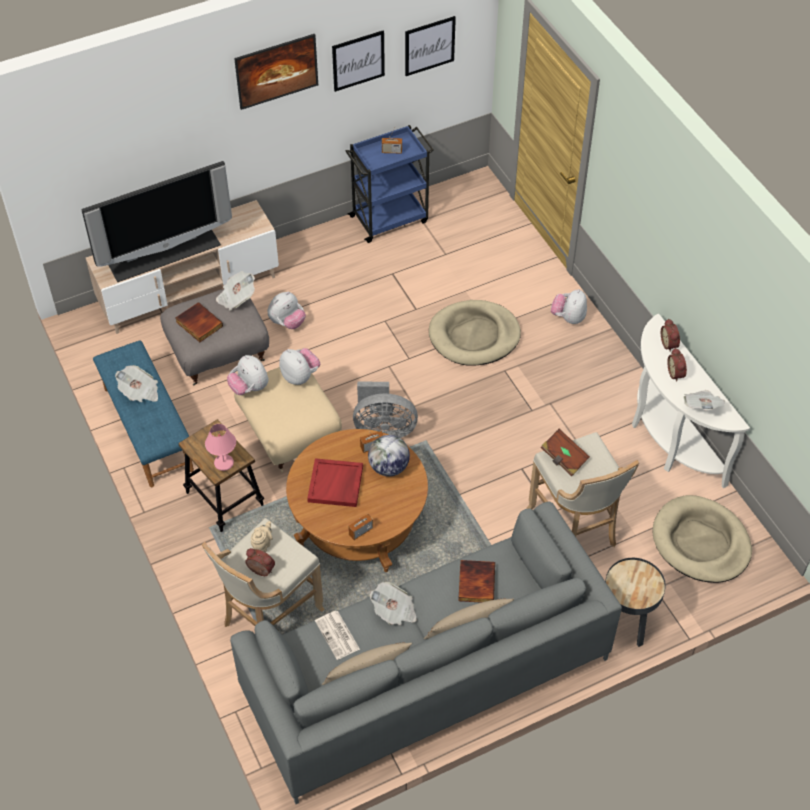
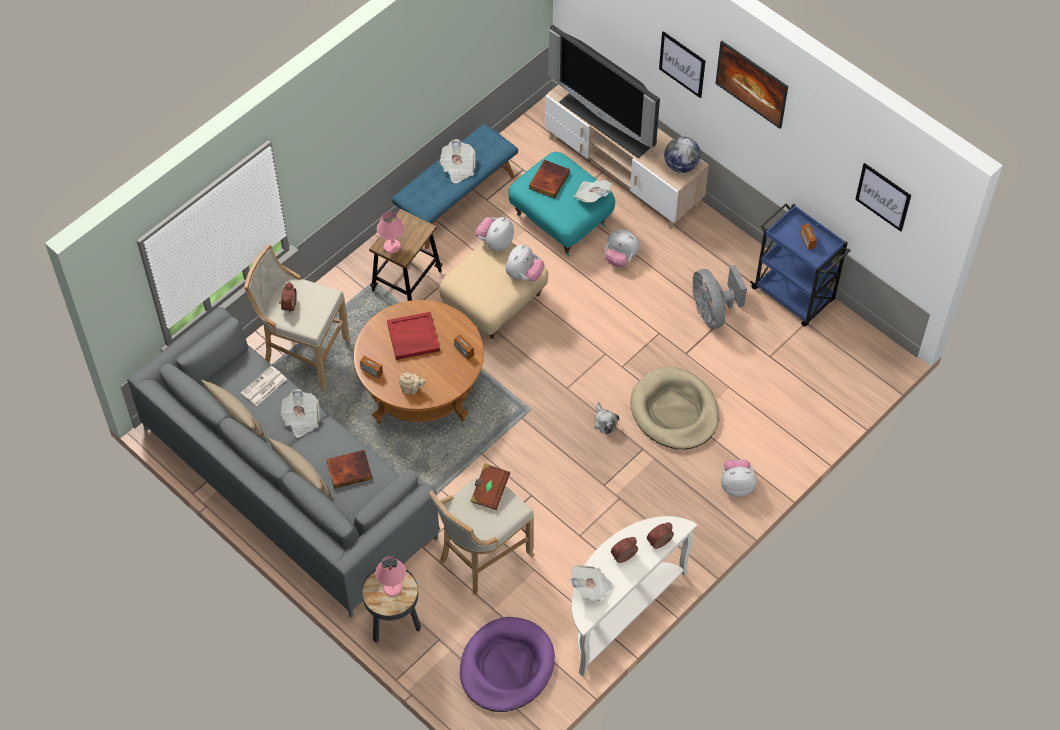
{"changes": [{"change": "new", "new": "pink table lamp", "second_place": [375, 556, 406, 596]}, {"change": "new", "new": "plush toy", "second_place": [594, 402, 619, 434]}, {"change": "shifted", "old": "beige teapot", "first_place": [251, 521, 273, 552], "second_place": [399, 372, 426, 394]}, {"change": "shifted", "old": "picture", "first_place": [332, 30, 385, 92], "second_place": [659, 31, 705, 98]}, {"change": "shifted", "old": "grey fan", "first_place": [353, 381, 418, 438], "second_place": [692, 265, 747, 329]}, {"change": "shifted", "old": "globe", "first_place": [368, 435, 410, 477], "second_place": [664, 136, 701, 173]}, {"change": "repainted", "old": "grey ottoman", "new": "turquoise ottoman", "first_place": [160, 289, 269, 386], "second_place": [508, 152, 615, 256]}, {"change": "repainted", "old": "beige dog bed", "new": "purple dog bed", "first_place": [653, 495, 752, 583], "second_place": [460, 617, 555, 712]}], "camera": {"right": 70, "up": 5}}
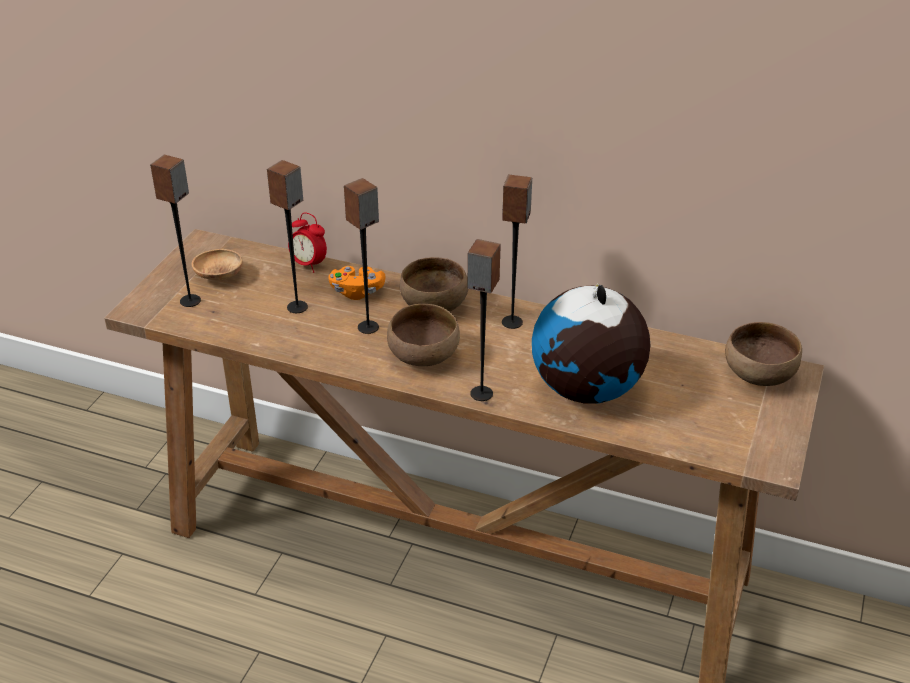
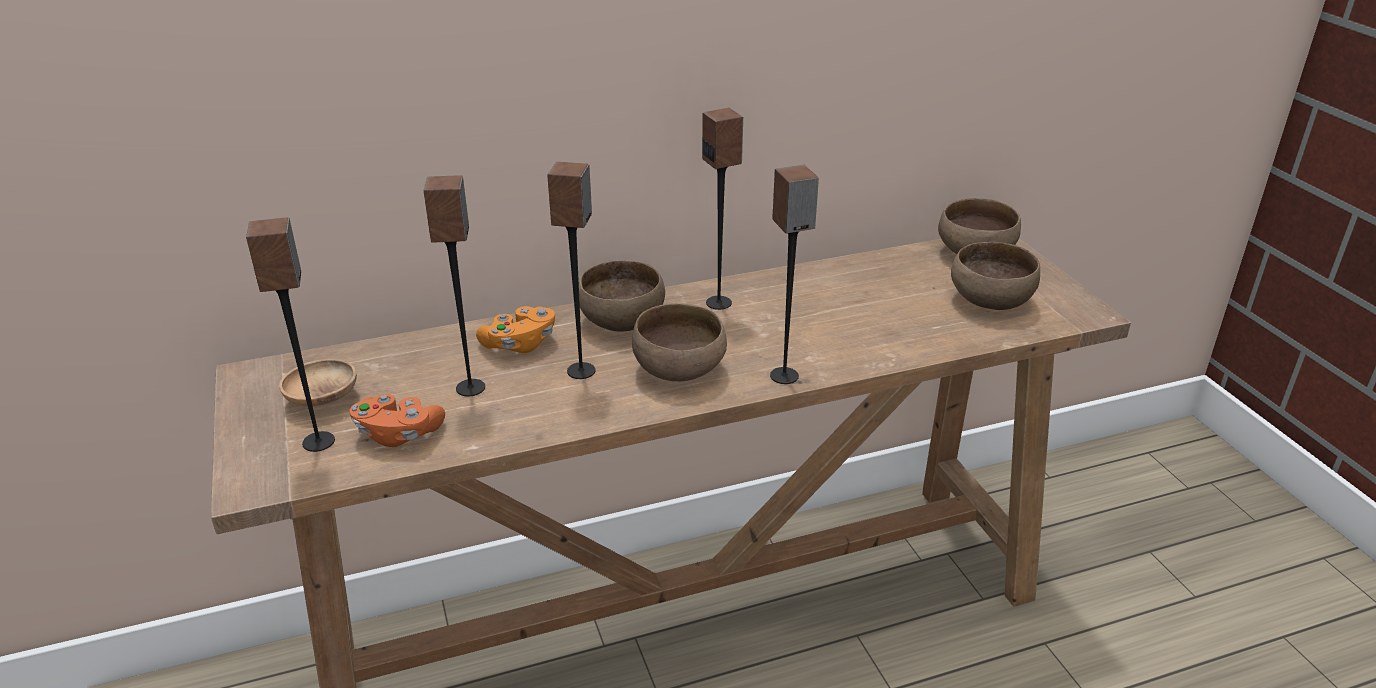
{"changes": [{"change": "gone", "old": "alarm clock", "first_place": [288, 213, 327, 273]}, {"change": "gone", "old": "globe", "first_place": [532, 283, 651, 404]}, {"change": "new", "new": "orange game controller", "second_place": [349, 394, 445, 447]}, {"change": "new", "new": "brown bowl", "second_place": [951, 242, 1040, 310]}], "camera": {"right": -40, "up": -5}}
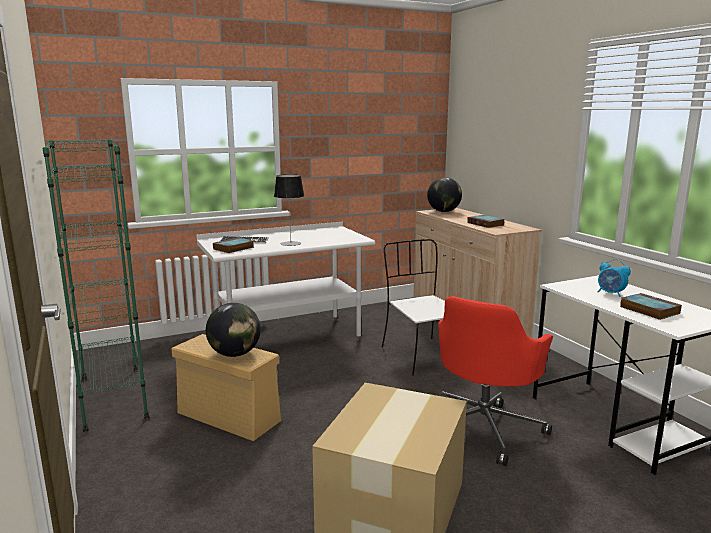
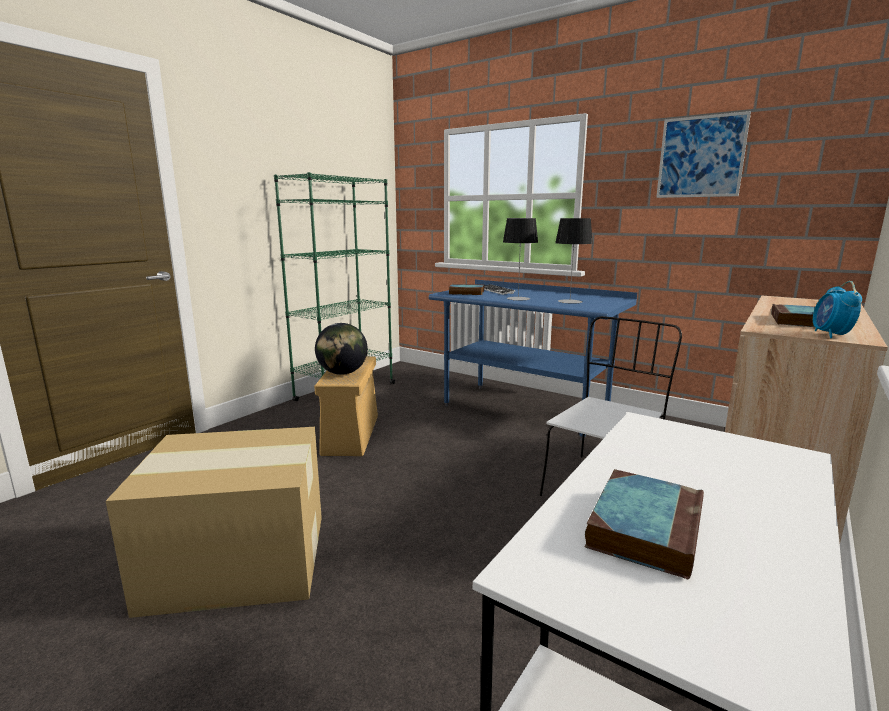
{"changes": [{"change": "gone", "old": "globe", "first_place": [427, 177, 462, 212]}, {"change": "gone", "old": "red office chair", "first_place": [438, 296, 553, 466]}, {"change": "new", "new": "table lamp", "second_place": [555, 218, 593, 304]}, {"change": "new", "new": "picture", "second_place": [656, 111, 751, 198]}, {"change": "shifted", "old": "alarm clock", "first_place": [598, 259, 631, 297], "second_place": [813, 281, 862, 338]}, {"change": "repainted", "old": "white desk", "new": "blue desk", "first_place": [196, 222, 375, 339], "second_place": [429, 280, 637, 440]}], "camera": {"right": 60, "up": 0}}
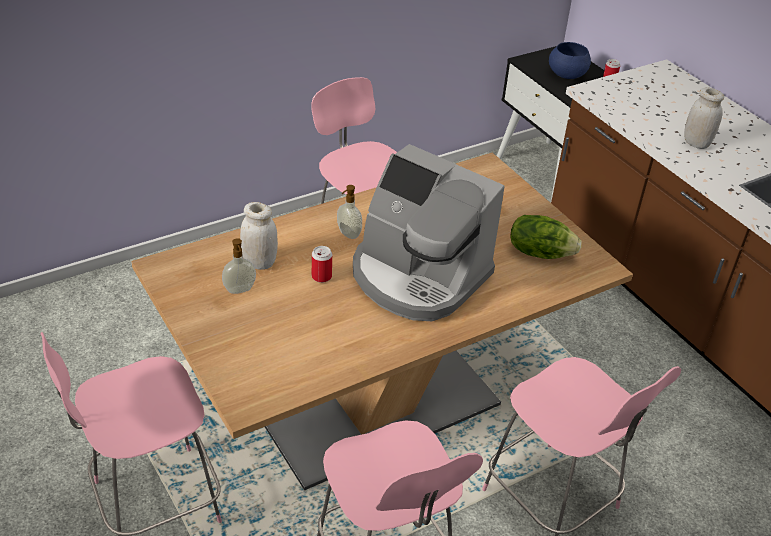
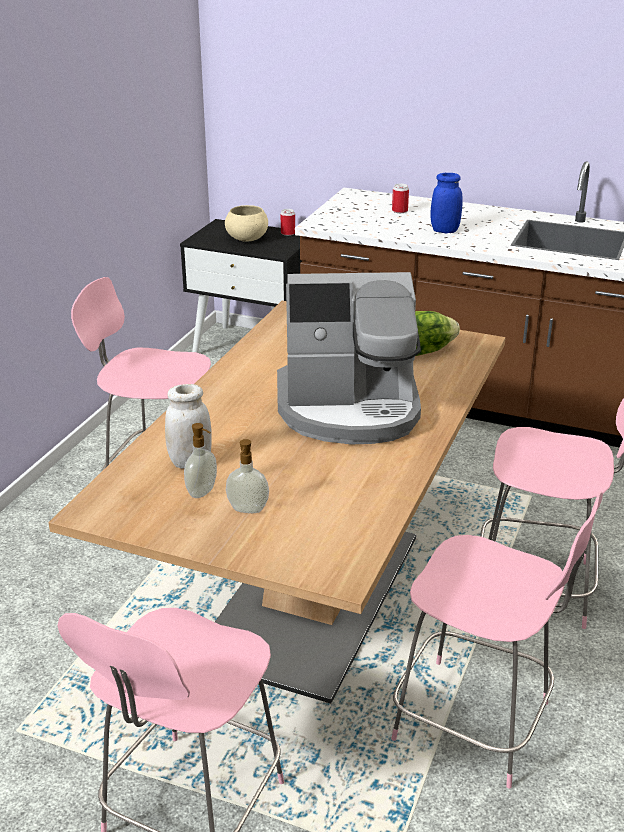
{"changes": [{"change": "shifted", "old": "can", "first_place": [312, 246, 332, 283], "second_place": [392, 184, 409, 213]}, {"change": "shifted", "old": "soap dispenser", "first_place": [337, 185, 362, 239], "second_place": [226, 439, 269, 513]}, {"change": "repainted", "old": "blue bowl", "new": "beige bowl", "first_place": [549, 42, 591, 79], "second_place": [225, 205, 268, 242]}, {"change": "repainted", "old": "white jar", "new": "blue jar", "first_place": [684, 87, 724, 149], "second_place": [431, 173, 463, 233]}], "camera": {"right": -35, "up": -10}}
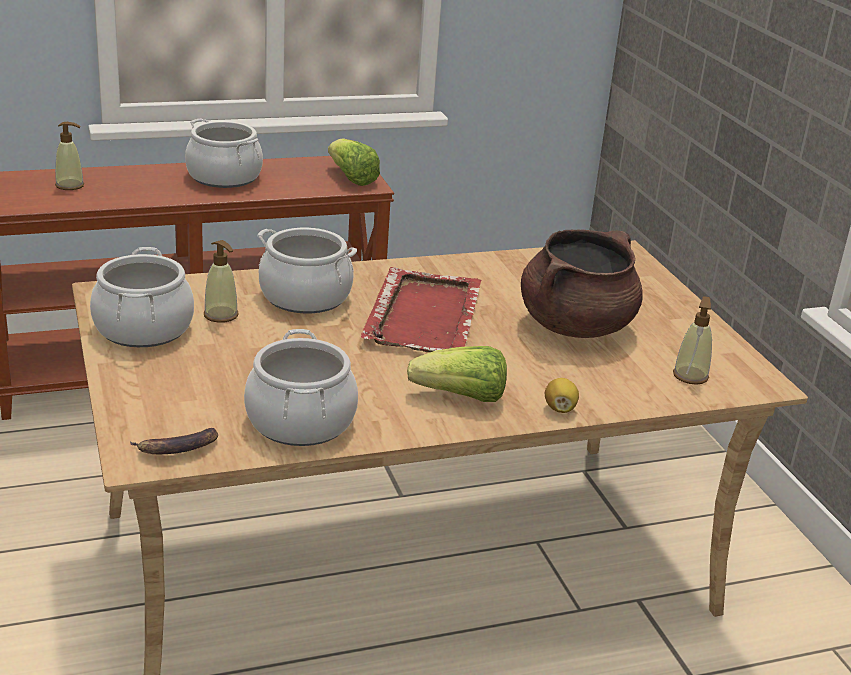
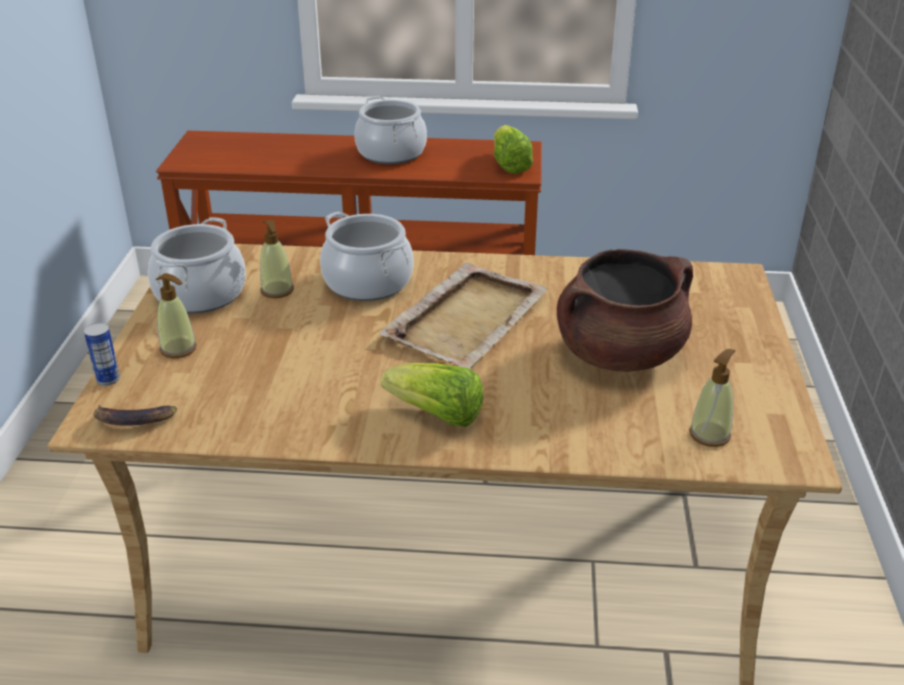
{"changes": [{"change": "gone", "old": "cooking pot", "first_place": [244, 329, 358, 446]}, {"change": "gone", "old": "lemon", "first_place": [545, 378, 579, 413]}, {"change": "new", "new": "can", "second_place": [84, 323, 120, 386]}, {"change": "shifted", "old": "soap dispenser", "first_place": [55, 122, 84, 190], "second_place": [156, 273, 197, 358]}, {"change": "repainted", "old": "red tray", "new": "beige tray", "first_place": [361, 267, 481, 352], "second_place": [379, 263, 548, 369]}], "camera": {"right": 25, "up": 5}}
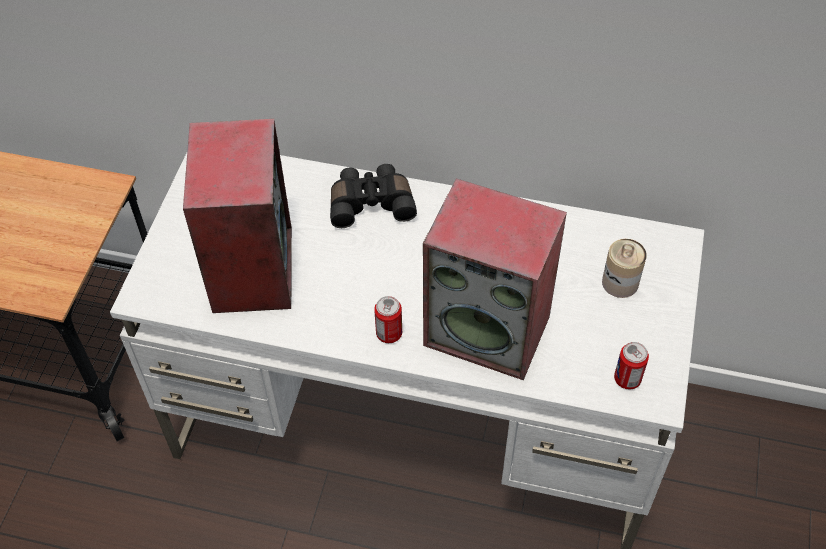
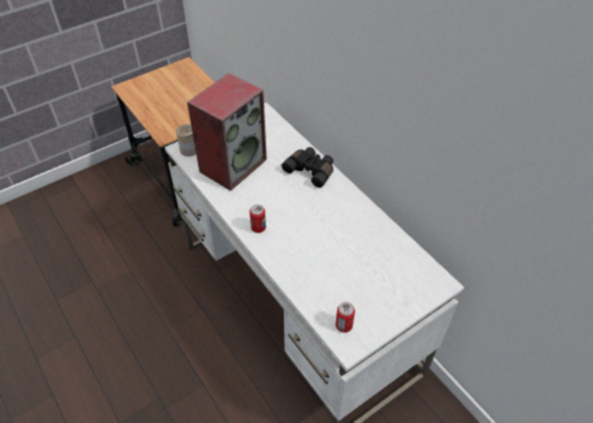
{"changes": [{"change": "gone", "old": "speaker", "first_place": [423, 178, 567, 380]}, {"change": "shifted", "old": "can", "first_place": [602, 239, 647, 298], "second_place": [176, 124, 196, 156]}], "camera": {"right": 40, "up": -5}}
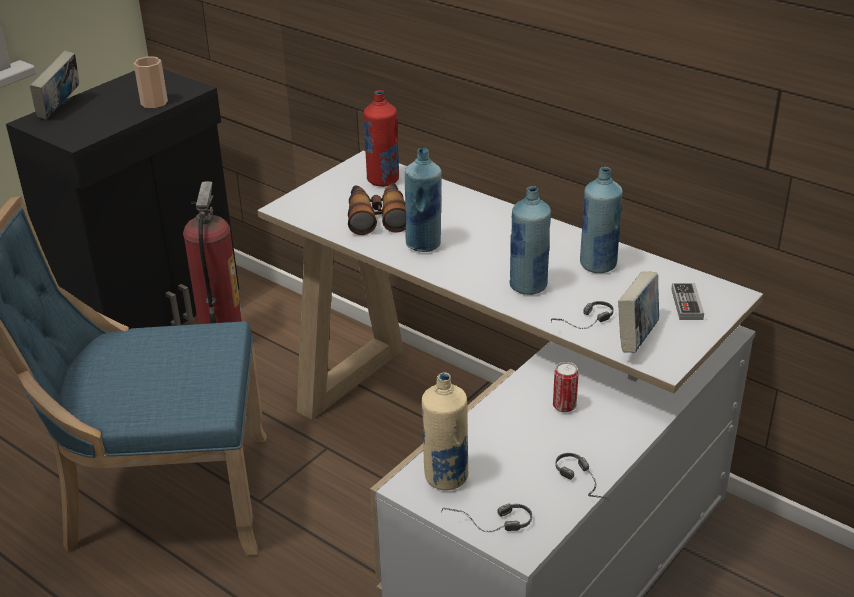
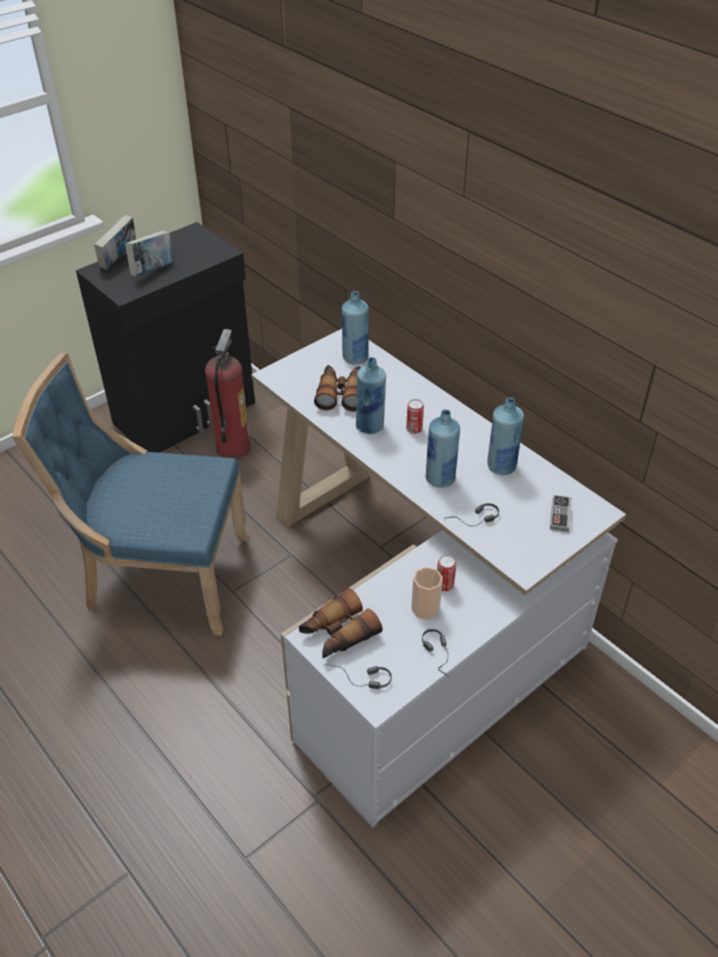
{"changes": [{"change": "new", "new": "can", "second_place": [406, 399, 424, 434]}, {"change": "shifted", "old": "cup", "first_place": [134, 56, 168, 108], "second_place": [411, 567, 443, 620]}, {"change": "shifted", "old": "book", "first_place": [618, 271, 659, 353], "second_place": [125, 231, 173, 276]}, {"change": "swapped", "old": "beige bottle", "new": "binoculars", "first_place": [422, 372, 468, 491], "second_place": [299, 588, 383, 658]}, {"change": "repainted", "old": "red bottle", "new": "blue bottle", "first_place": [364, 90, 399, 187], "second_place": [342, 291, 369, 365]}], "camera": {"right": 10, "up": 10}}
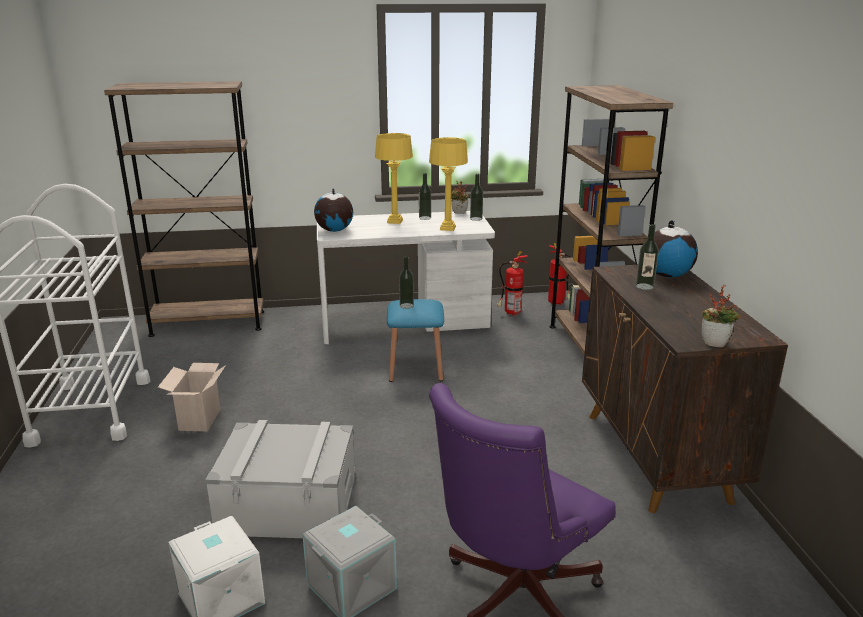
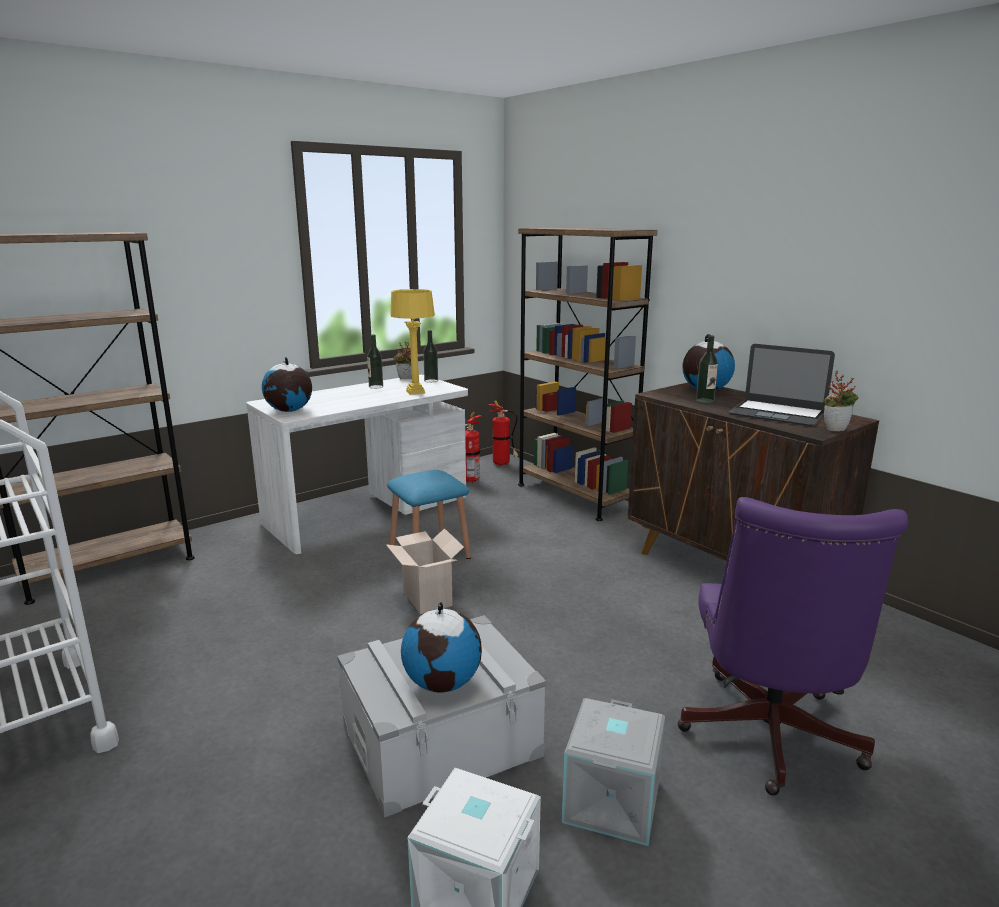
{"changes": [{"change": "gone", "old": "yellow table lamp", "first_place": [375, 133, 413, 224]}, {"change": "gone", "old": "bottle", "first_place": [399, 256, 414, 309]}, {"change": "new", "new": "globe", "second_place": [401, 602, 482, 692]}, {"change": "new", "new": "laptop", "second_place": [729, 344, 835, 426]}, {"change": "shifted", "old": "cardboard box", "first_place": [158, 363, 226, 431], "second_place": [386, 528, 464, 614]}], "camera": {"right": -30, "up": -5}}
